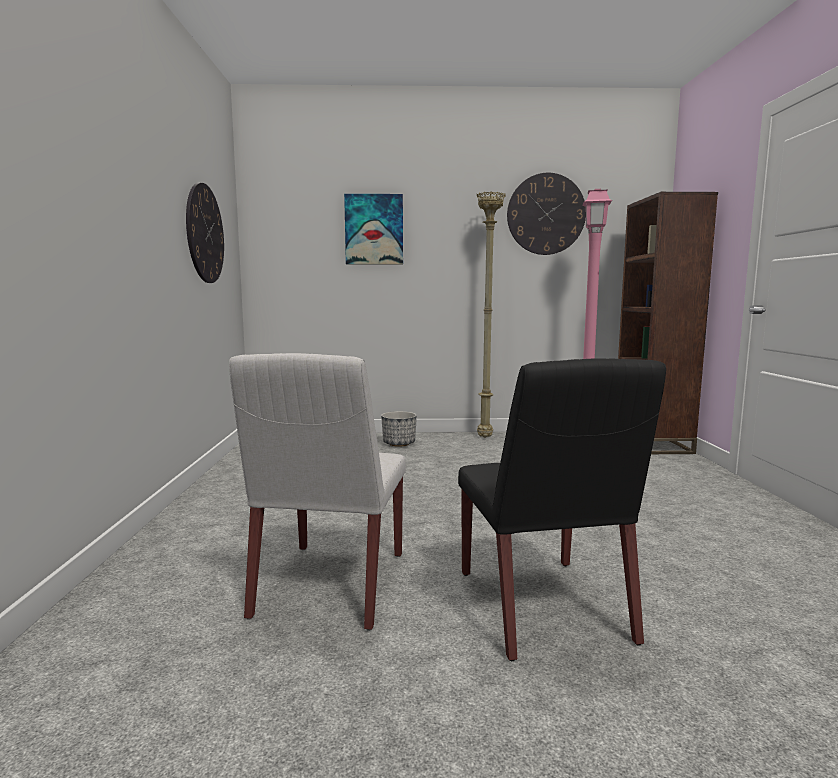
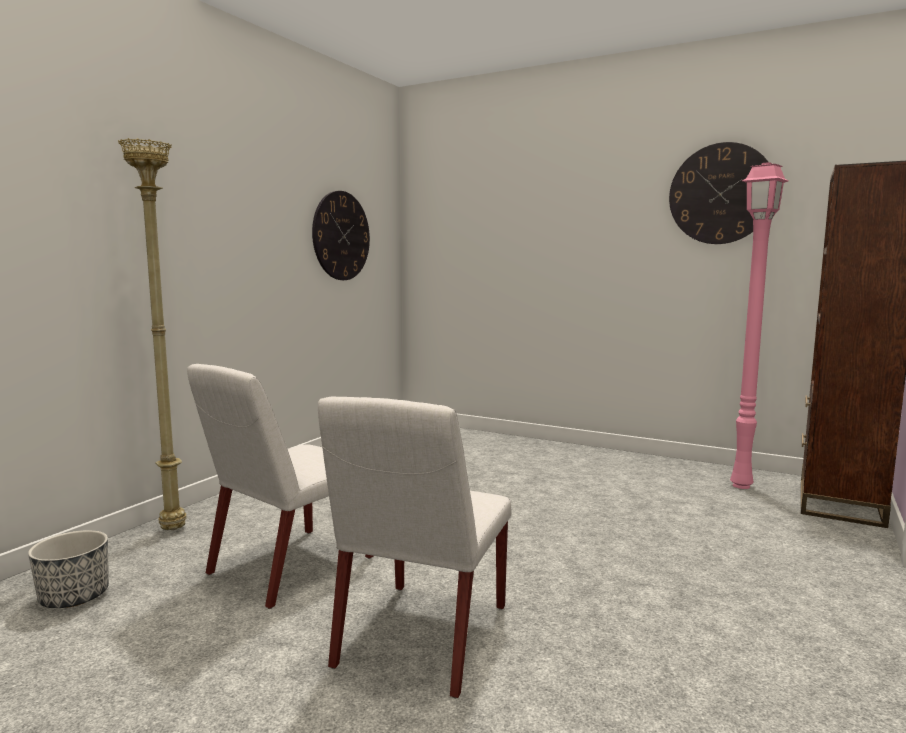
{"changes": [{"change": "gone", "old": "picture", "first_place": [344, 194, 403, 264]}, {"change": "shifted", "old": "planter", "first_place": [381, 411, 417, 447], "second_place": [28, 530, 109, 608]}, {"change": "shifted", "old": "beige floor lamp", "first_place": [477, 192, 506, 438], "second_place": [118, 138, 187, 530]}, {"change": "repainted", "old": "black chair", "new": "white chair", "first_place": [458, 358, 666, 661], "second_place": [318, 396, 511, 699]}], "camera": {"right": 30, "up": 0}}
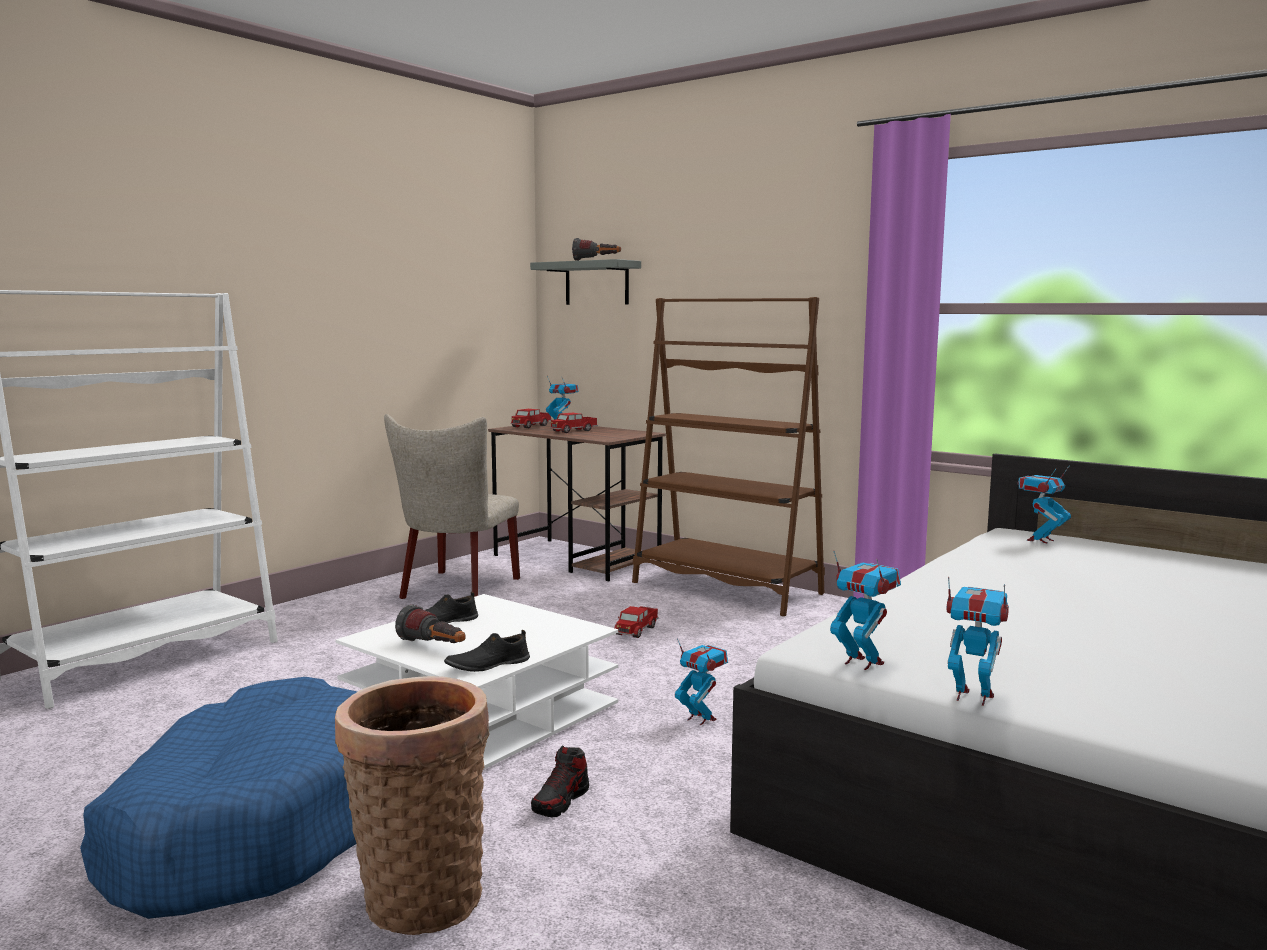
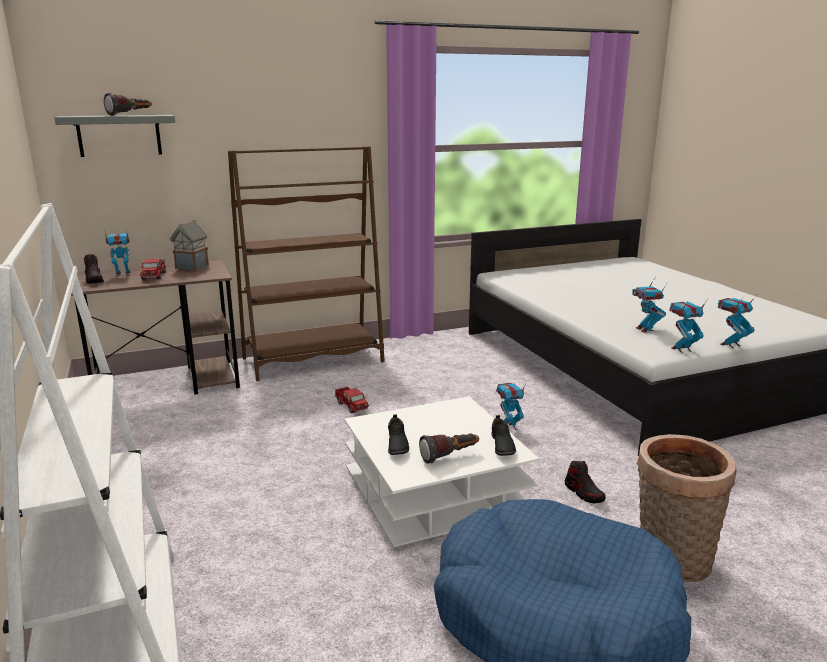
{"changes": [{"change": "gone", "old": "beige chair", "first_place": [384, 414, 520, 599]}, {"change": "new", "new": "toy house", "second_place": [170, 220, 209, 271]}, {"change": "shifted", "old": "toy robot", "first_place": [1018, 465, 1071, 543], "second_place": [632, 277, 668, 333]}, {"change": "swapped", "old": "toy truck", "new": "shoe", "first_place": [511, 409, 551, 428], "second_place": [84, 254, 104, 284]}], "camera": {"right": -60, "up": 10}}
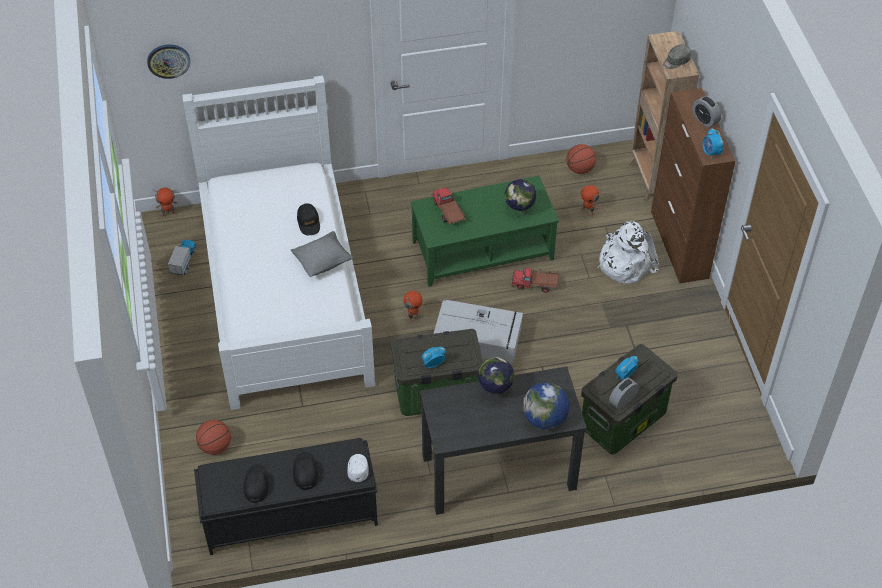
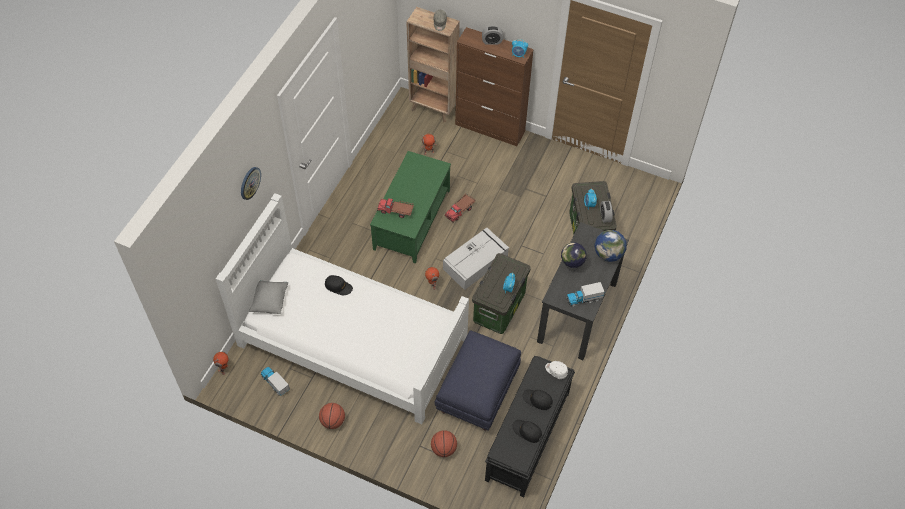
{"changes": [{"change": "gone", "old": "globe", "first_place": [505, 179, 536, 216]}, {"change": "gone", "old": "white backpack", "first_place": [597, 221, 659, 284]}, {"change": "new", "new": "blue ottoman", "second_place": [435, 330, 521, 431]}, {"change": "new", "new": "toy truck", "second_place": [566, 282, 604, 307]}, {"change": "shifted", "old": "wall clock", "first_place": [147, 44, 190, 79], "second_place": [241, 167, 261, 200]}, {"change": "shifted", "old": "grey pillow", "first_place": [291, 231, 353, 277], "second_place": [249, 280, 288, 314]}, {"change": "shifted", "old": "basketball", "first_place": [566, 144, 596, 174], "second_place": [319, 403, 345, 429]}], "camera": {"right": -55, "up": 5}}
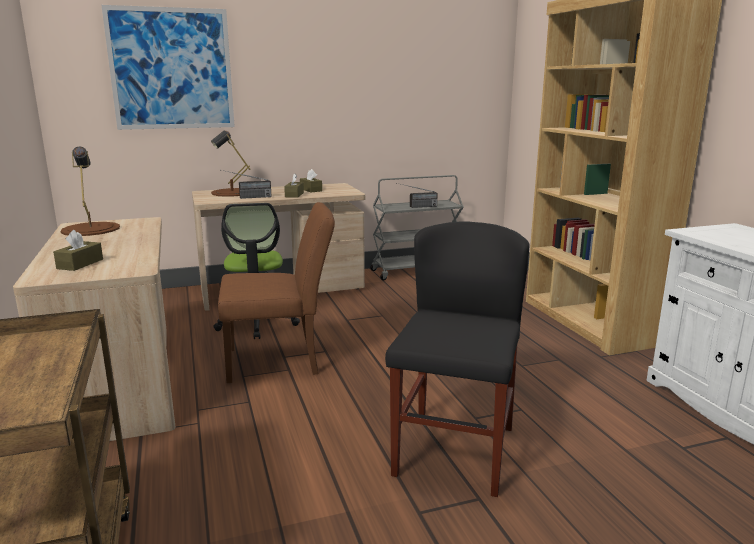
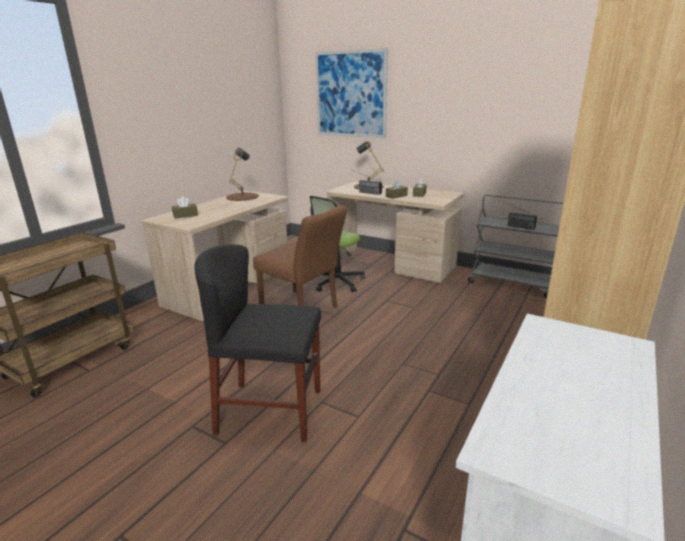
{"changes": [{"change": "rotated", "old": "black chair", "first_place": [385, 221, 530, 497], "second_place": [194, 244, 321, 442], "degrees": -150}], "camera": {"right": 50, "up": 5}}
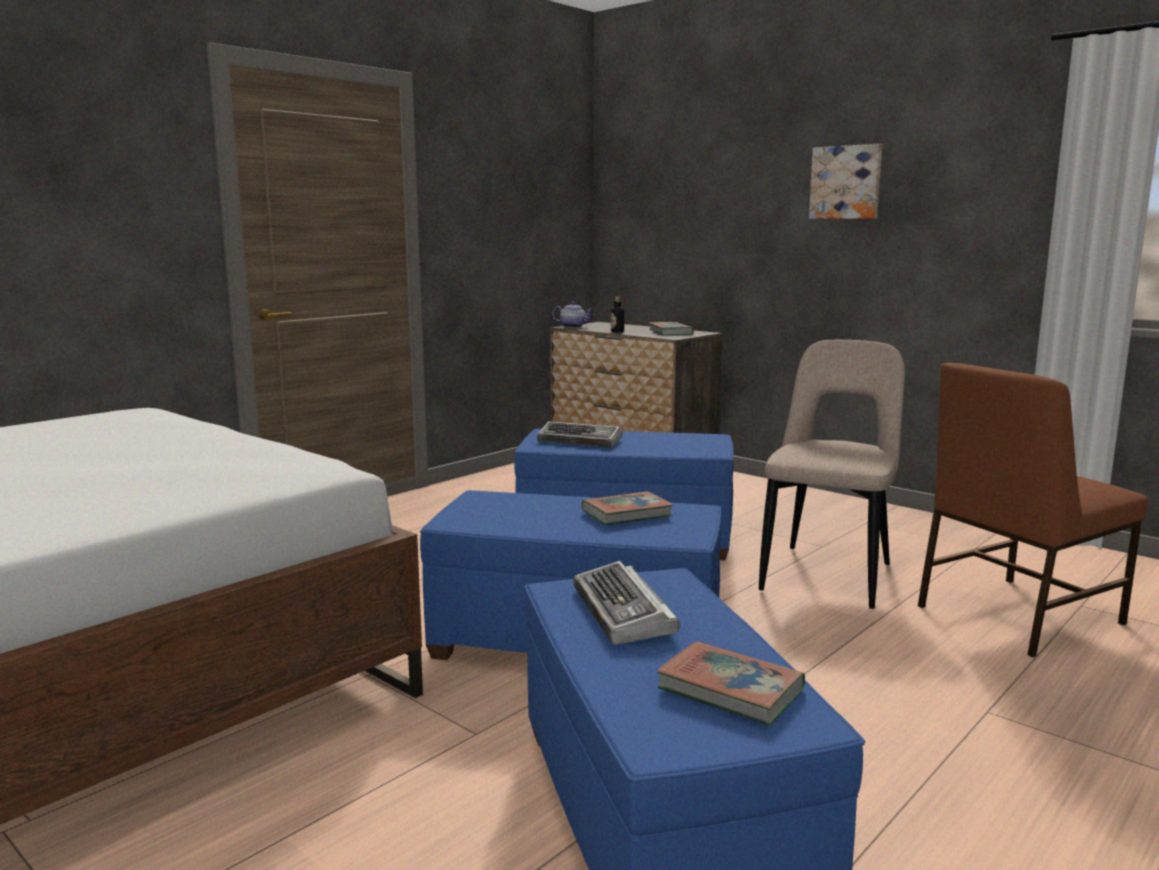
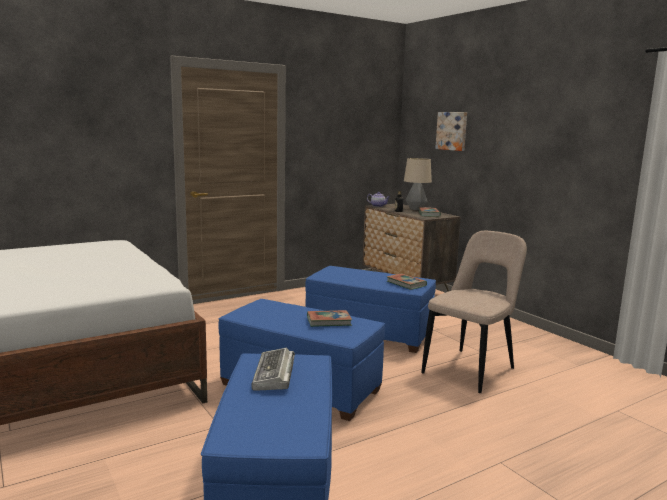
{"changes": [{"change": "gone", "old": "keyboard", "first_place": [537, 421, 623, 448]}, {"change": "gone", "old": "brown chair", "first_place": [918, 363, 1148, 657]}, {"change": "new", "new": "table lamp", "second_place": [404, 158, 432, 210]}, {"change": "shifted", "old": "book", "first_place": [657, 641, 805, 726], "second_place": [387, 274, 427, 290]}, {"change": "shifted", "old": "picture", "first_place": [809, 144, 882, 219], "second_place": [435, 112, 467, 151]}], "camera": {"right": 15, "up": 0}}
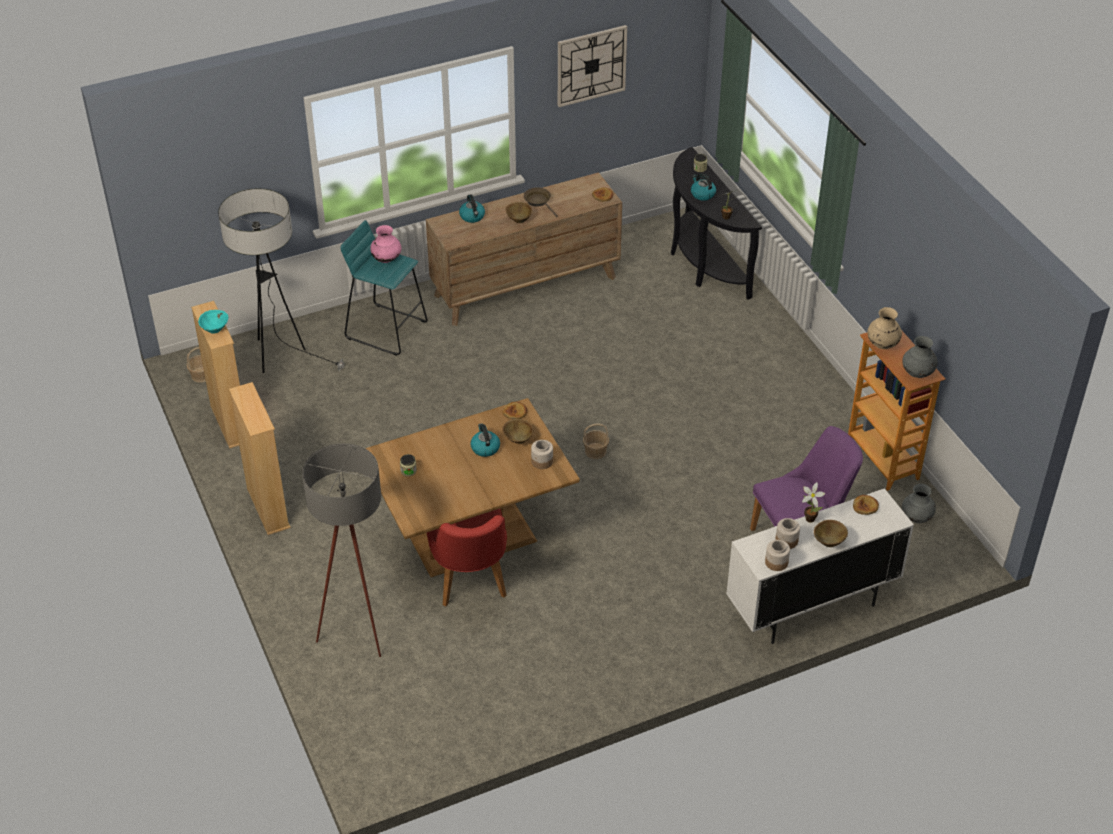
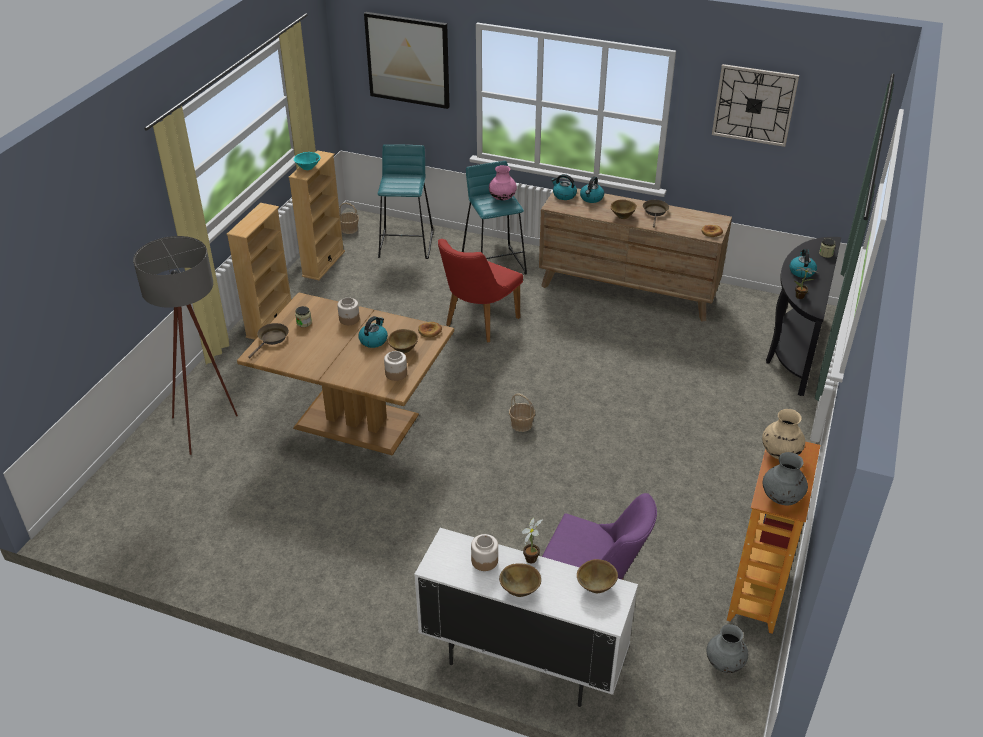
{"changes": [{"change": "new", "new": "brown frying pan", "second_place": [248, 323, 289, 358]}, {"change": "new", "new": "picture", "second_place": [364, 12, 449, 109]}, {"change": "new", "new": "kettle", "second_place": [551, 174, 577, 200]}, {"change": "shifted", "old": "red chair", "first_place": [427, 508, 507, 607], "second_place": [438, 239, 523, 342]}, {"change": "shifted", "old": "jar", "first_place": [765, 540, 790, 571], "second_place": [337, 297, 360, 325]}, {"change": "swapped", "old": "floor lamp", "new": "turquoise stool", "first_place": [218, 188, 347, 373], "second_place": [378, 144, 434, 259]}, {"change": "swapped", "old": "bread", "new": "brown bowl", "first_place": [853, 495, 879, 515], "second_place": [577, 559, 618, 593]}], "camera": {"right": 45, "up": -5}}
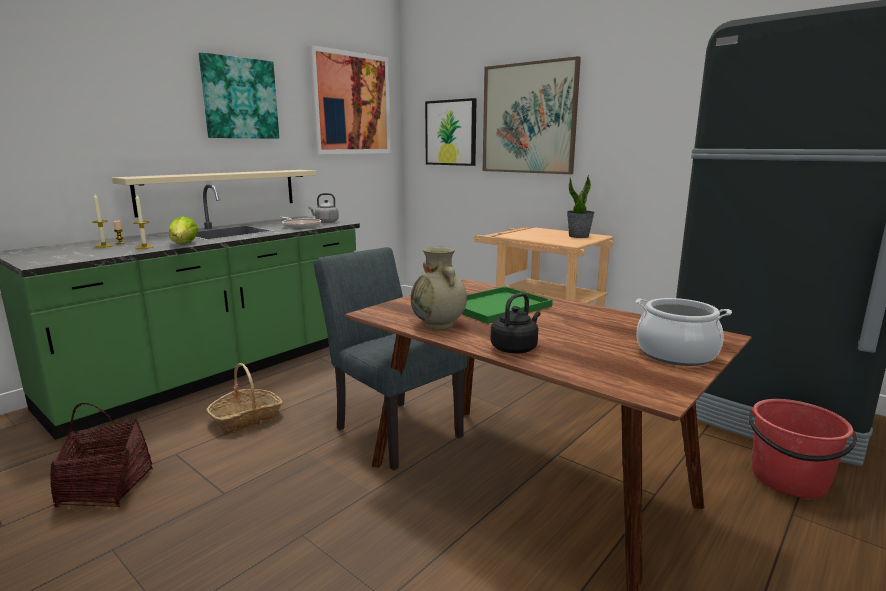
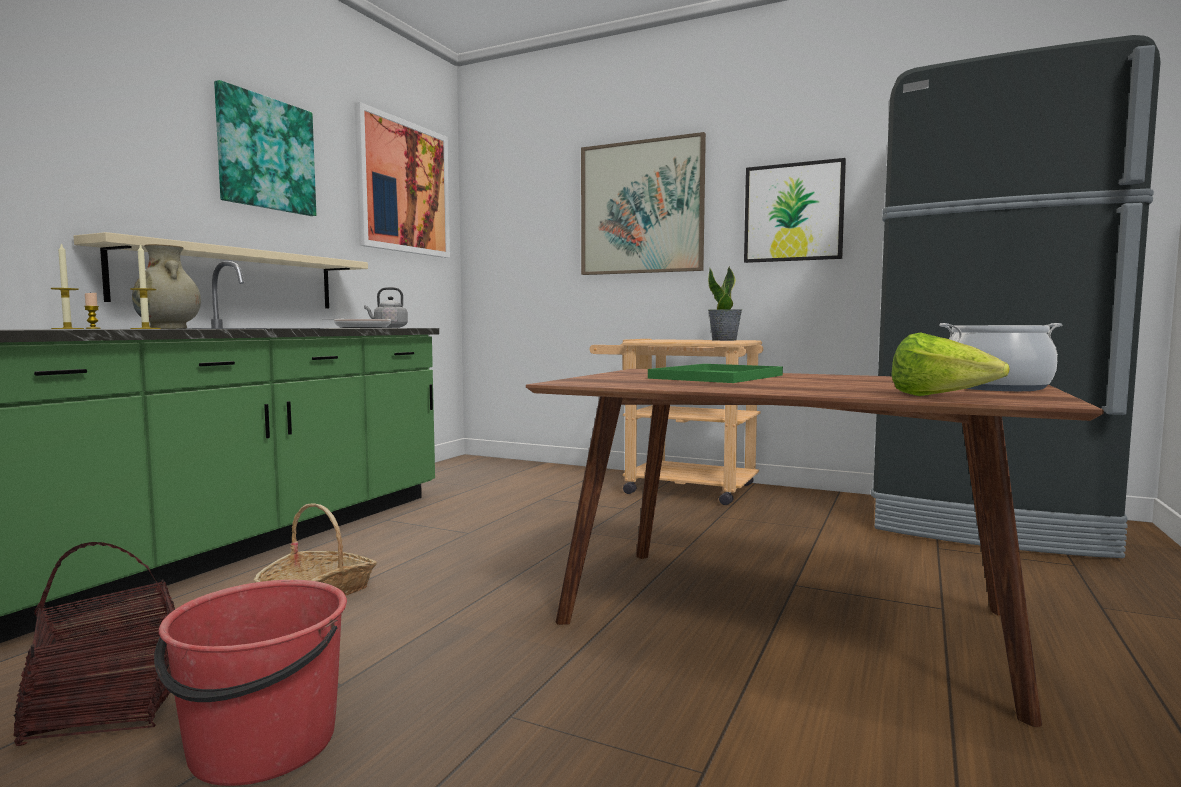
{"changes": [{"change": "gone", "old": "grey chair", "first_place": [314, 247, 467, 471]}, {"change": "gone", "old": "black kettle", "first_place": [491, 293, 540, 354]}, {"change": "shifted", "old": "lettuce", "first_place": [169, 216, 199, 243], "second_place": [891, 332, 1010, 396]}, {"change": "shifted", "old": "beige vase", "first_place": [411, 246, 467, 330], "second_place": [132, 244, 201, 329]}, {"change": "shifted", "old": "picture", "first_place": [425, 98, 477, 166], "second_place": [744, 158, 846, 263]}, {"change": "shifted", "old": "red bucket", "first_place": [749, 399, 857, 498], "second_place": [154, 580, 347, 786]}], "camera": {"right": -15, "up": -10}}
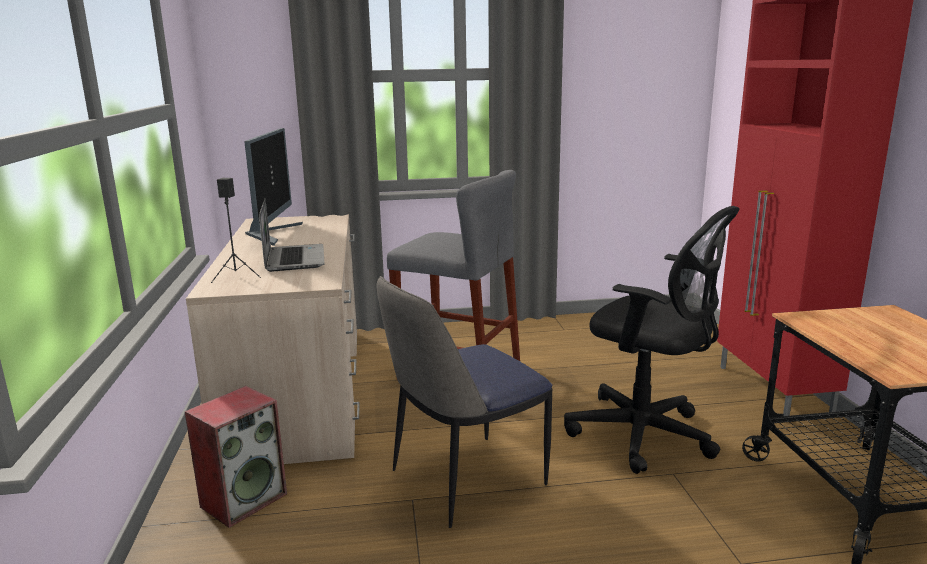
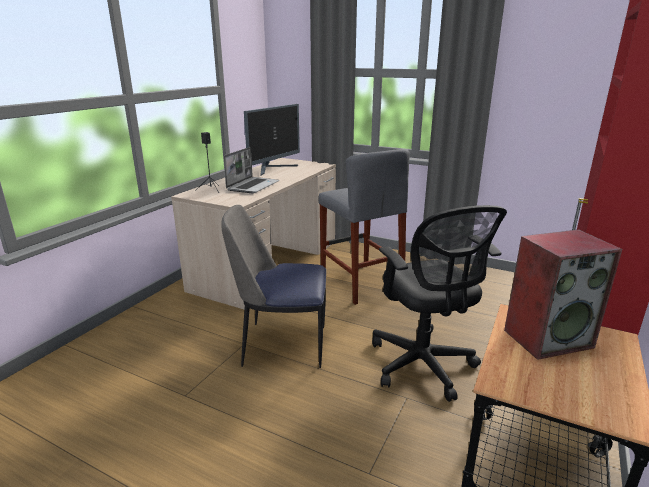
{"changes": [{"change": "shifted", "old": "speaker", "first_place": [185, 386, 287, 528], "second_place": [504, 229, 622, 360]}], "camera": {"right": 35, "up": 5}}
